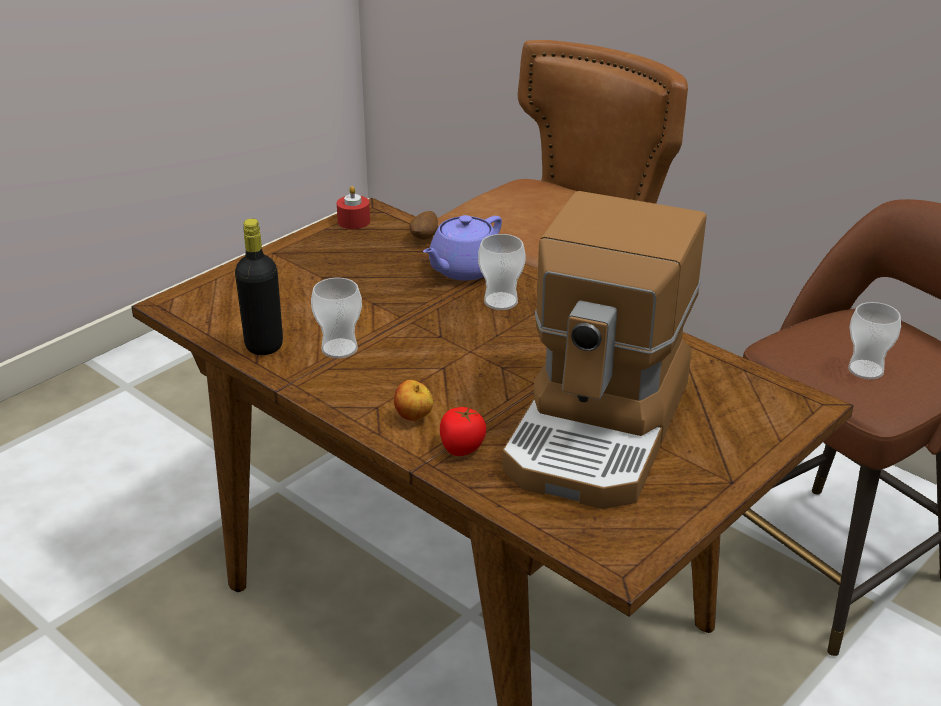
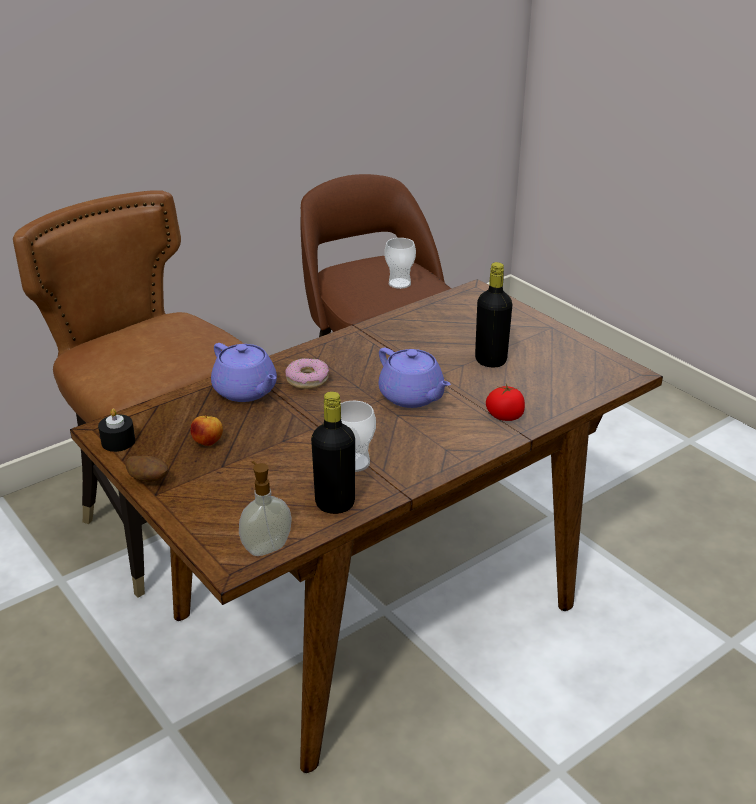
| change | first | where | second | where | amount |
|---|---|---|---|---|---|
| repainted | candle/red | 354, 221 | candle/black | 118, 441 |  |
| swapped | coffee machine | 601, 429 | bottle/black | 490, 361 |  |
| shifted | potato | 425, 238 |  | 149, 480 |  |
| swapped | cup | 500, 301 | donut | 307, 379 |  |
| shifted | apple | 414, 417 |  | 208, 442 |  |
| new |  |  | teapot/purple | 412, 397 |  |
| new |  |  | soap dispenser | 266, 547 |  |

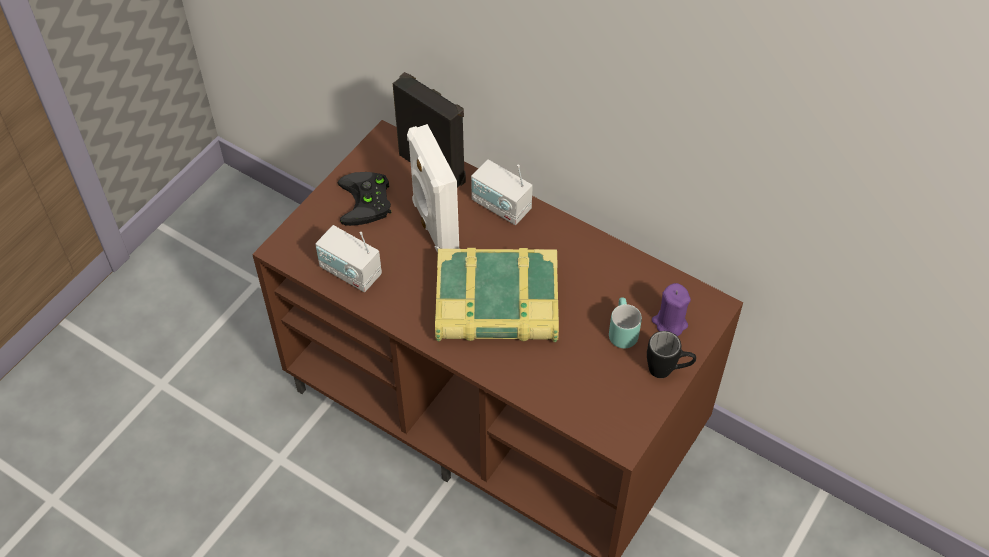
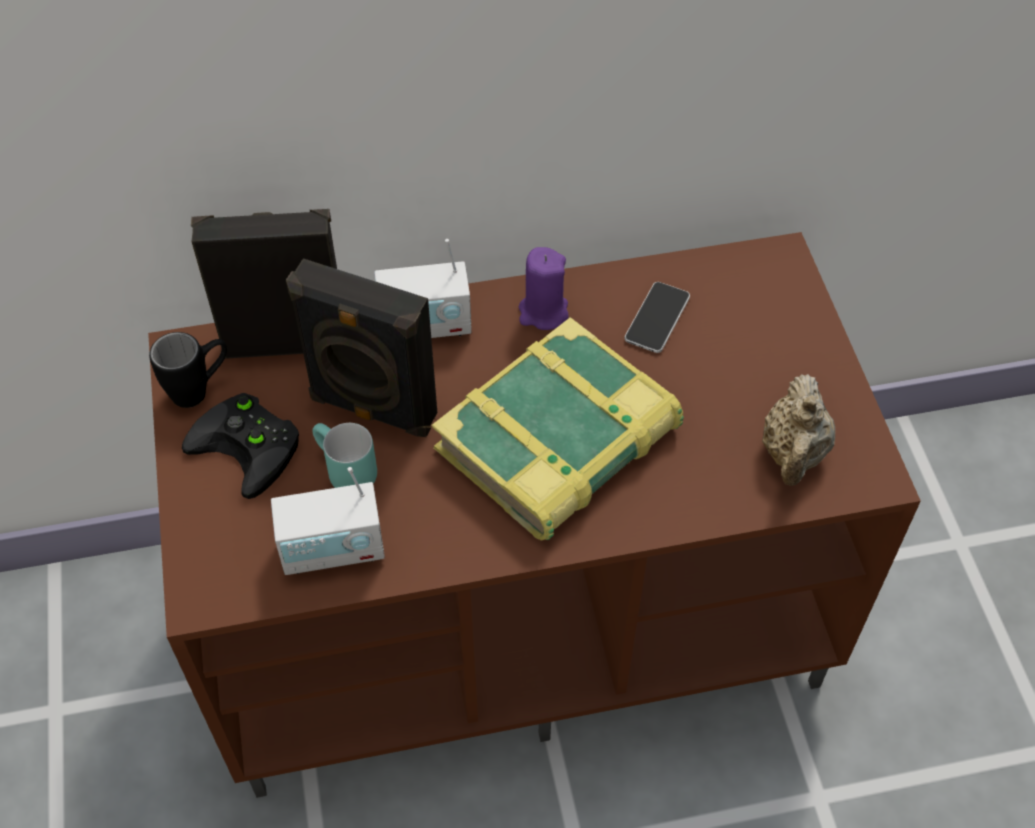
| change | first | where | second | where | amount |
|---|---|---|---|---|---|
| repainted | speaker/white | 434, 226 | speaker/black | 371, 409 |  |
| shifted | candle/purple | 669, 323 |  | 543, 312 |  |
| shifted | mug/turquoise | 620, 331 |  | 343, 472 |  |
| shifted | mug/black | 668, 370 |  | 200, 389 |  |
| new |  |  | phone | 657, 318 |  |
| new |  |  | teapot/beige | 793, 454 |  |

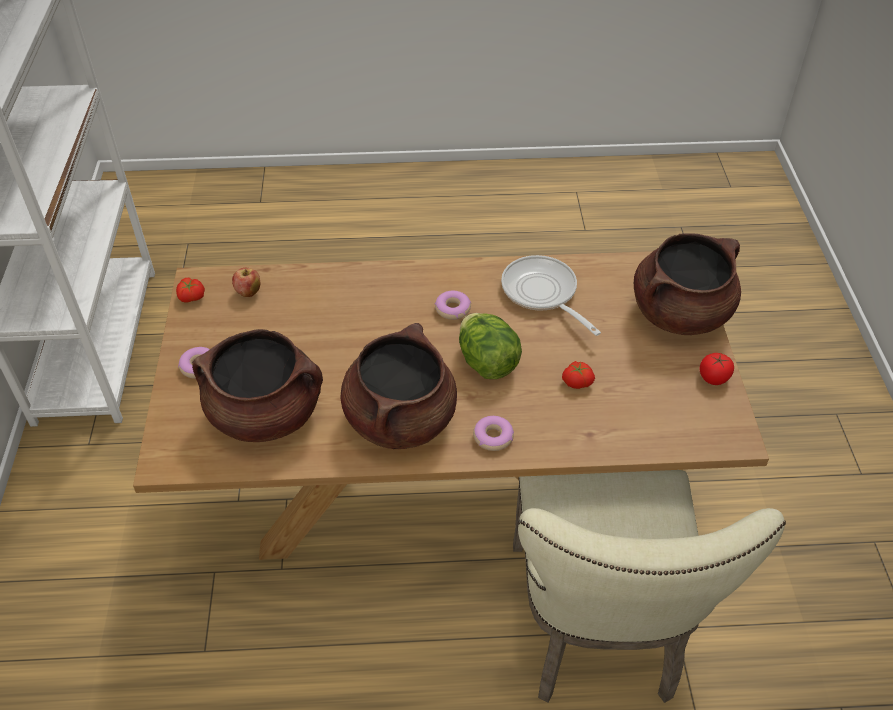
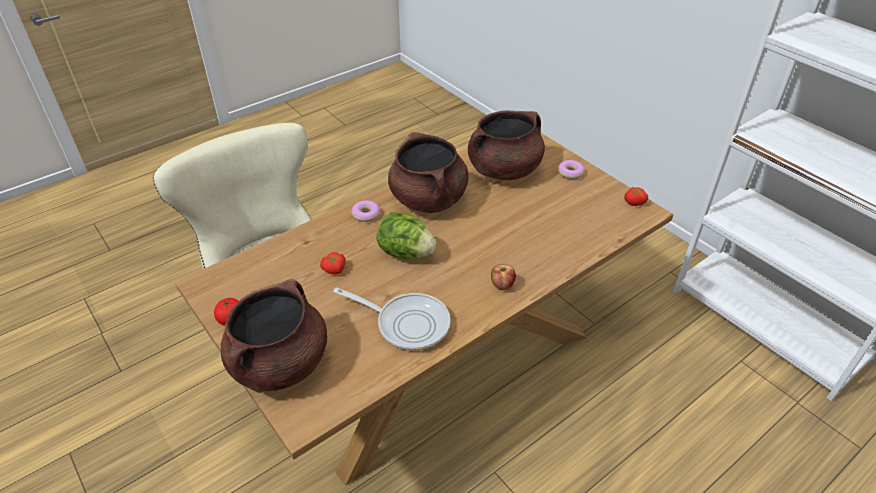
| change | first | where | second | where | amount |
|---|---|---|---|---|---|
| shifted | apple | 248, 292 |  | 502, 285 |  |
| gone | donut | 453, 309 |  |  |  |

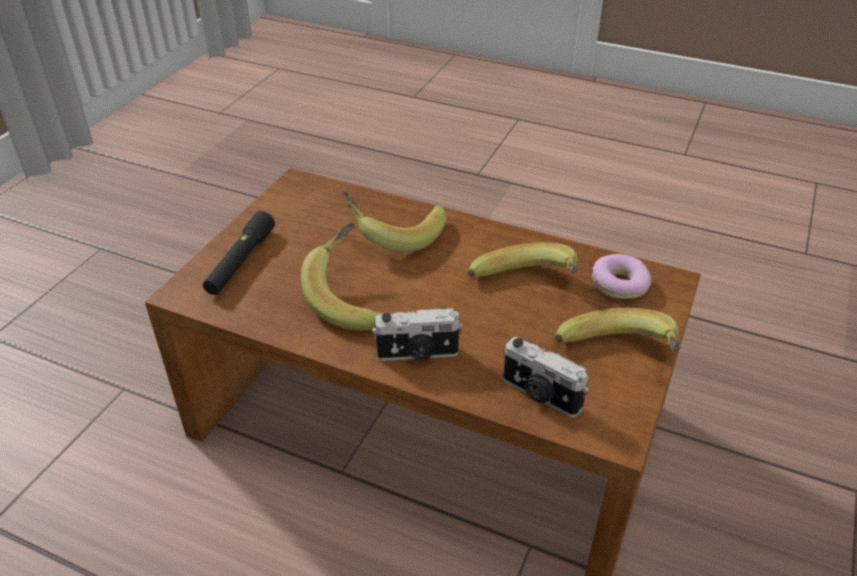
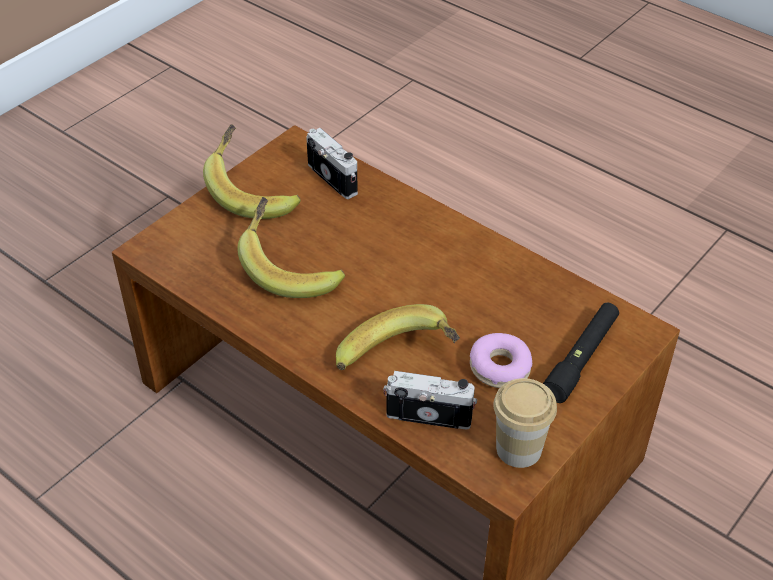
| change | first | where | second | where | amount |
|---|---|---|---|---|---|
| gone | banana | 352, 297 |  |  |  |
| shifted | donut | 619, 284 |  | 500, 367 |  |
| shifted | photo camera | 418, 354 |  | 429, 414 |  |
| new |  |  | cup | 518, 449 |  |

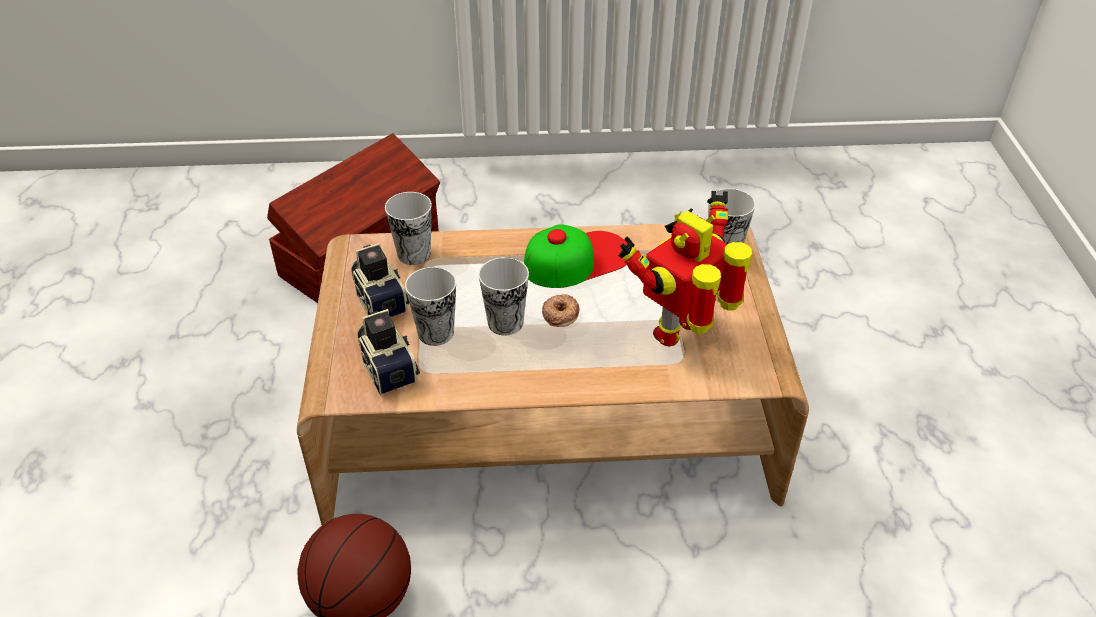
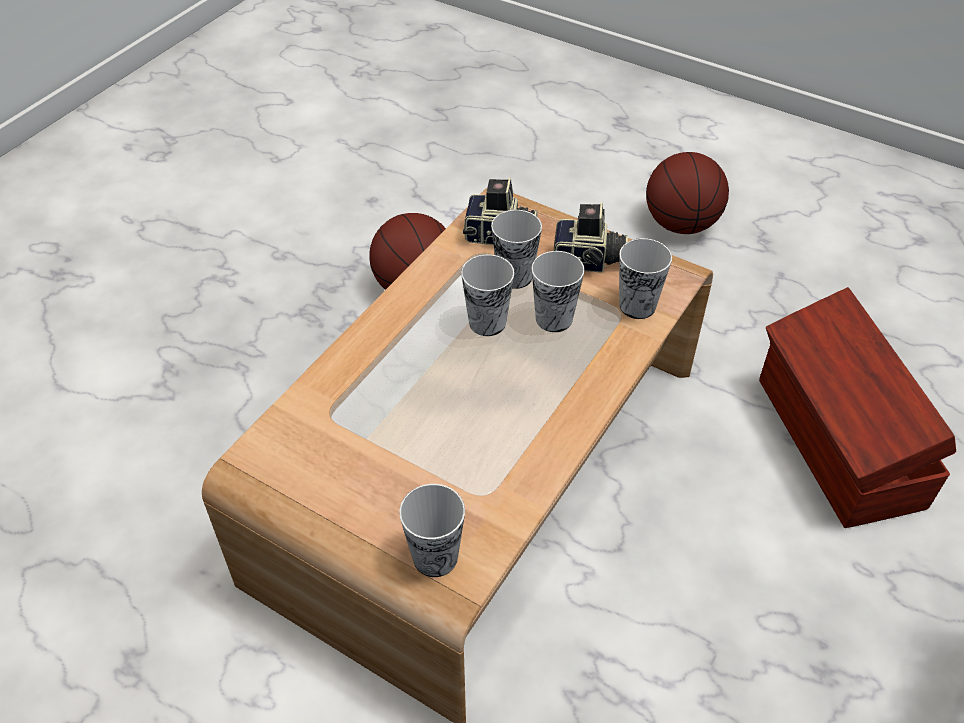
| change | first | where | second | where | amount |
|---|---|---|---|---|---|
| gone | toy robot | 682, 331 |  |  |  |
| gone | cap | 577, 259 |  |  |  |
| gone | donut | 560, 314 |  |  |  |
| new |  |  | basketball | 681, 224 |  |
| new |  |  | cup | 554, 319 |  |

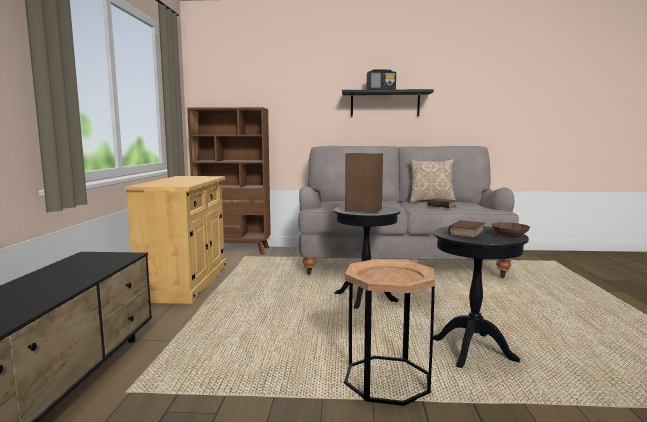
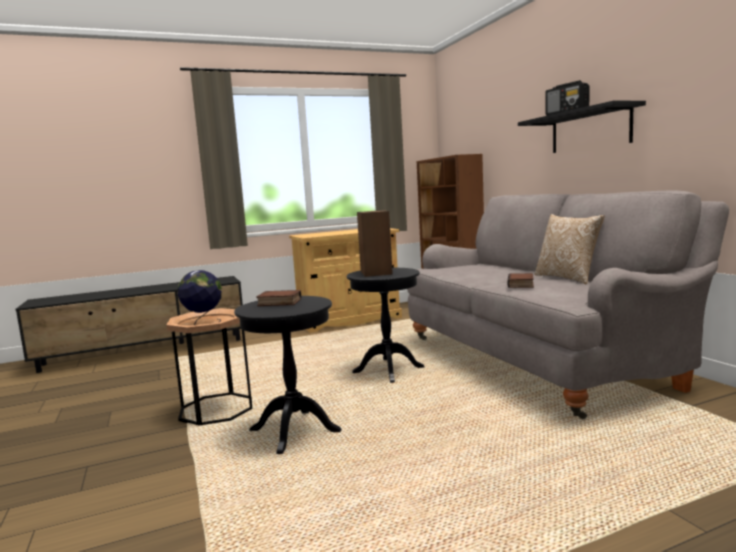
| change | first | where | second | where | amount |
|---|---|---|---|---|---|
| gone | bowl/brown | 509, 235 |  |  |  |
| new |  |  | globe | 203, 323 |  |

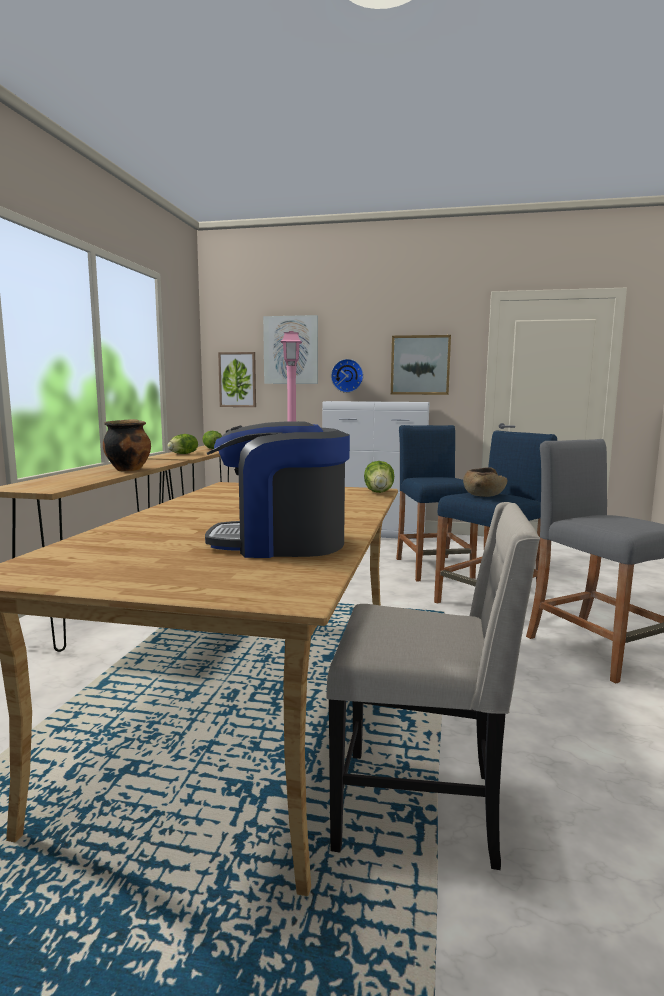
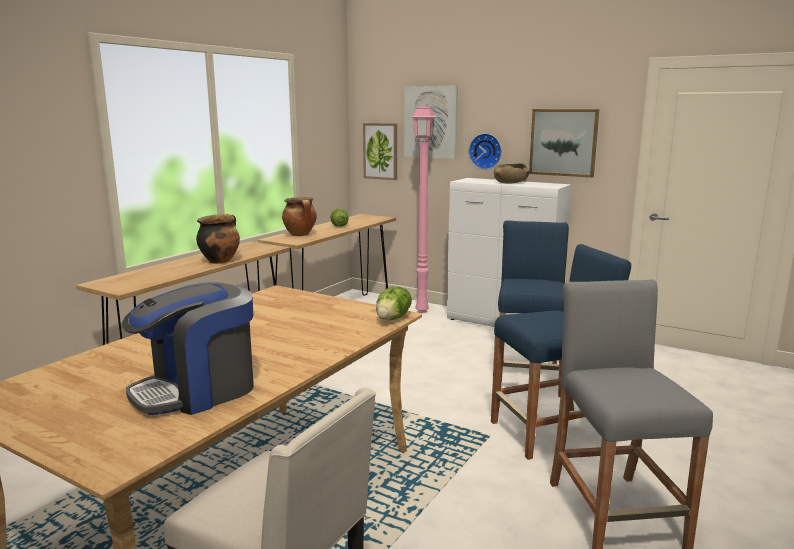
| change | first | where | second | where | amount |
|---|---|---|---|---|---|
| rotated | coffee machine | 280, 543 |  | 197, 390 | 60 degrees counterclockwise |
| swapped | lettuce | 183, 454 | cooking pot | 300, 235 |  |
| shifted | bowl/brown | 484, 494 |  | 510, 182 |  |

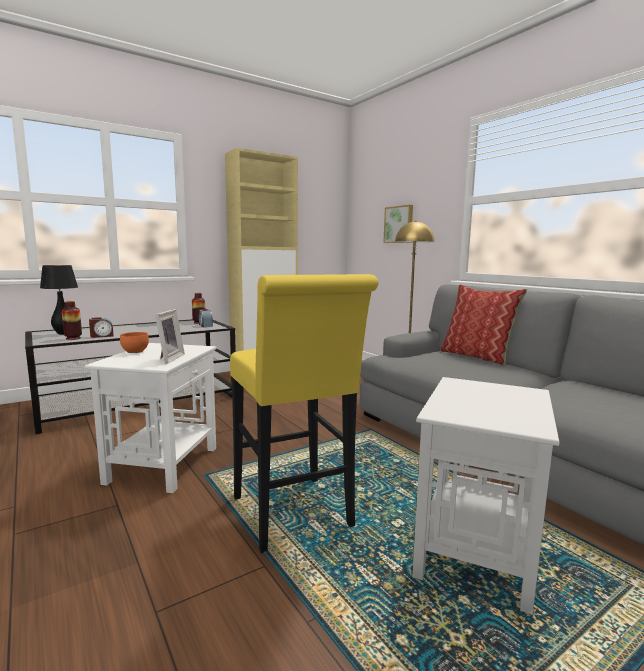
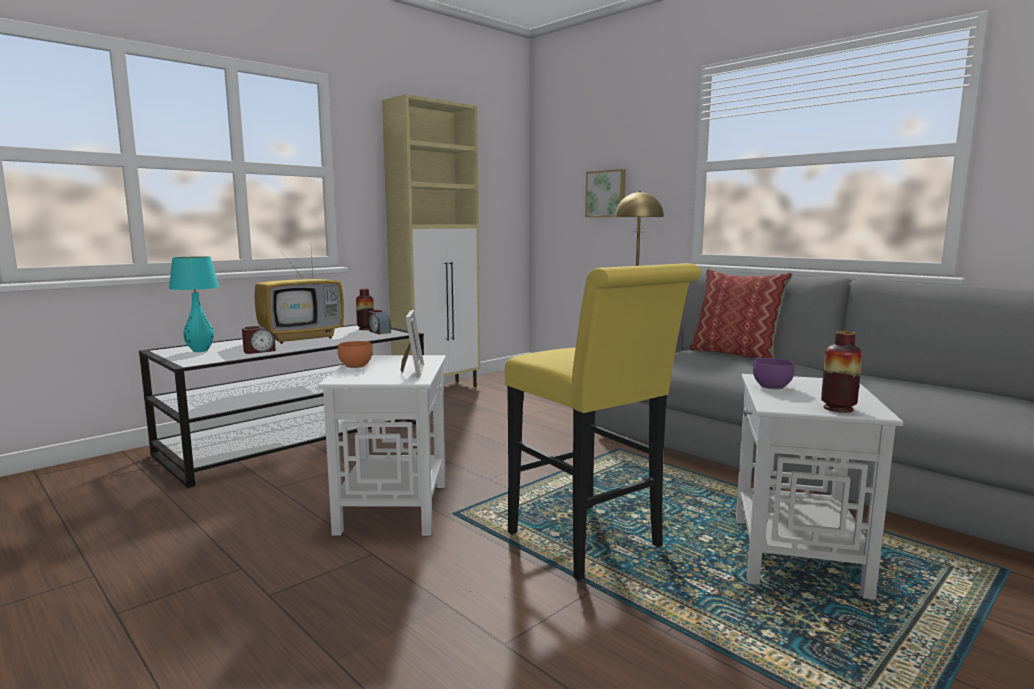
| change | first | where | second | where | amount |
|---|---|---|---|---|---|
| repainted | table lamp/black | 63, 334 | table lamp/turquoise | 200, 351 |  |
| shifted | vase | 73, 338 |  | 838, 408 |  |
| new |  |  | television | 303, 338 |  |
| new |  |  | bowl/purple | 770, 386 |  |

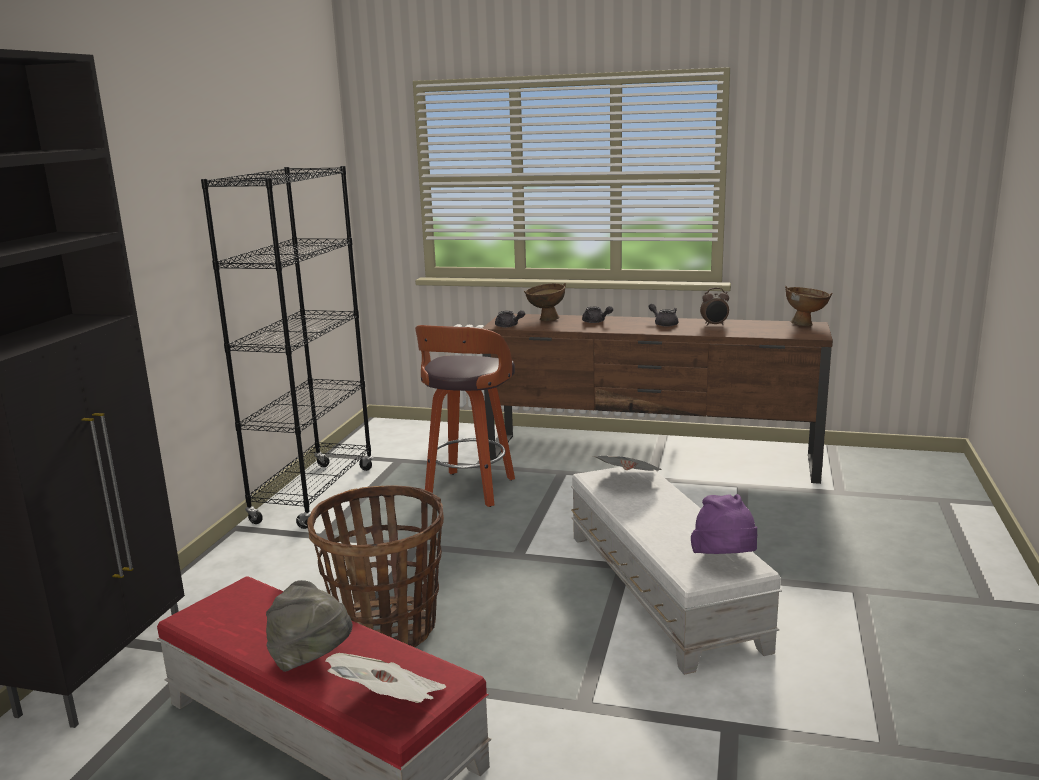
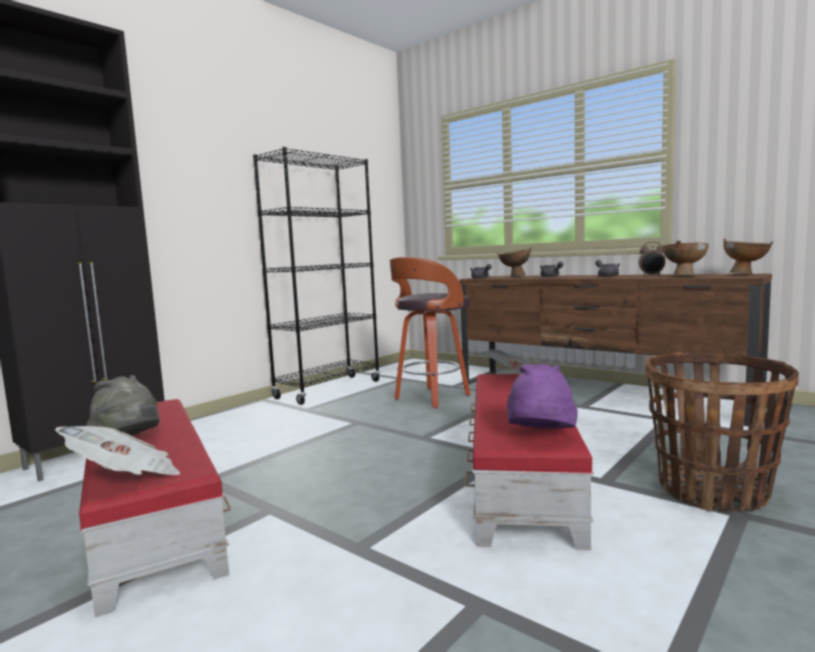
| change | first | where | second | where | amount |
|---|---|---|---|---|---|
| repainted | ottoman/white | 661, 589 | ottoman/red | 520, 478 |  |
| shifted | basket | 387, 629 |  | 713, 490 |  |
| new |  |  | bowl/brown | 684, 276 |  |

